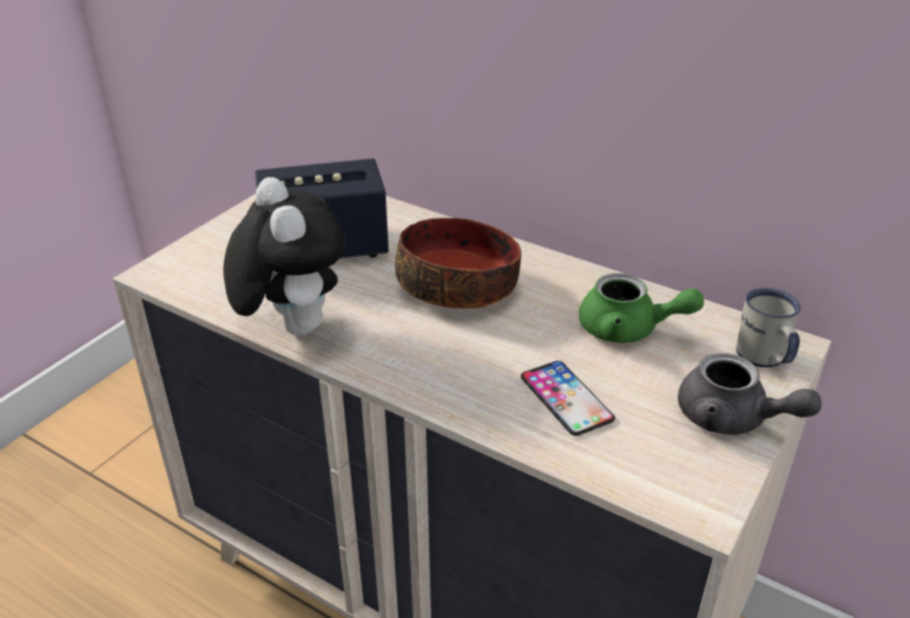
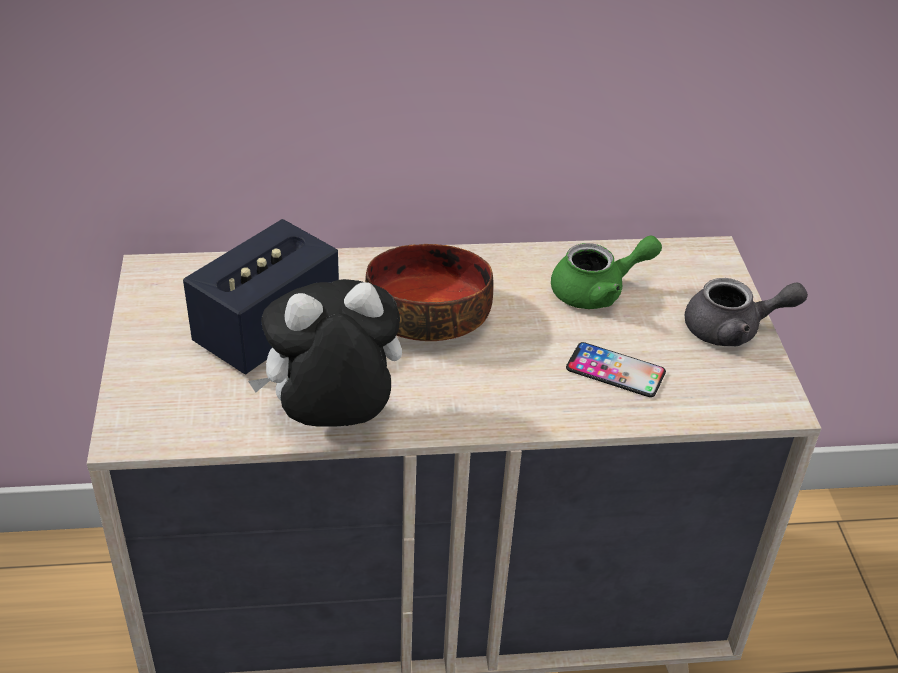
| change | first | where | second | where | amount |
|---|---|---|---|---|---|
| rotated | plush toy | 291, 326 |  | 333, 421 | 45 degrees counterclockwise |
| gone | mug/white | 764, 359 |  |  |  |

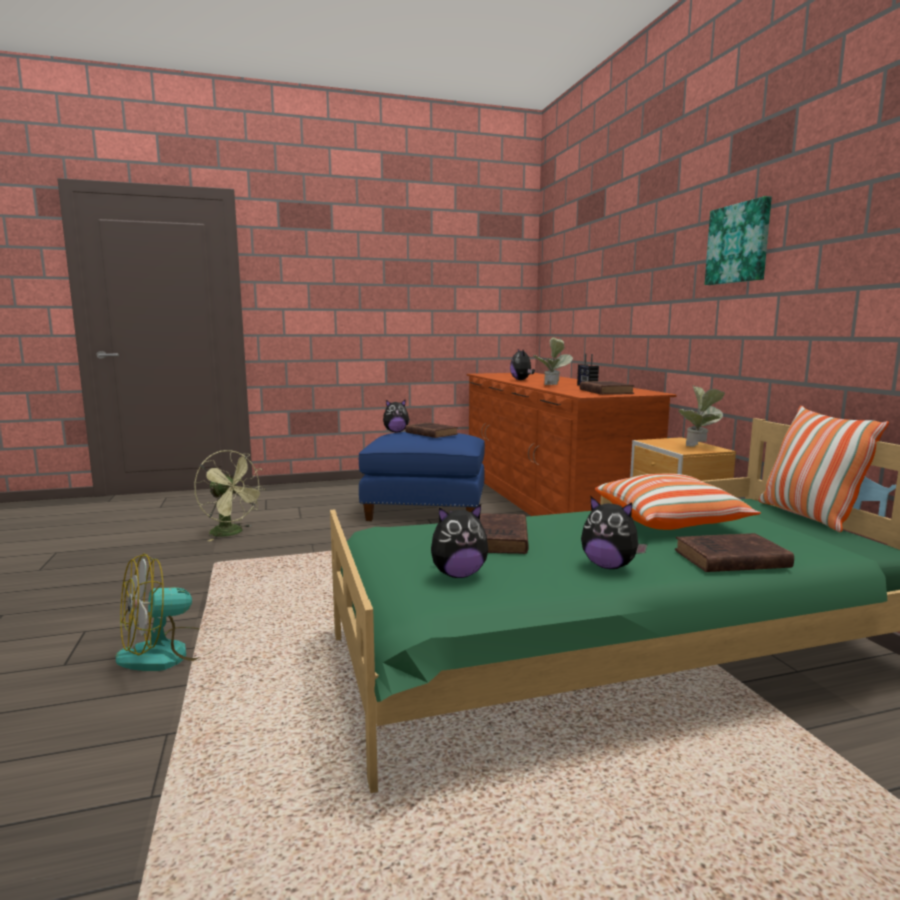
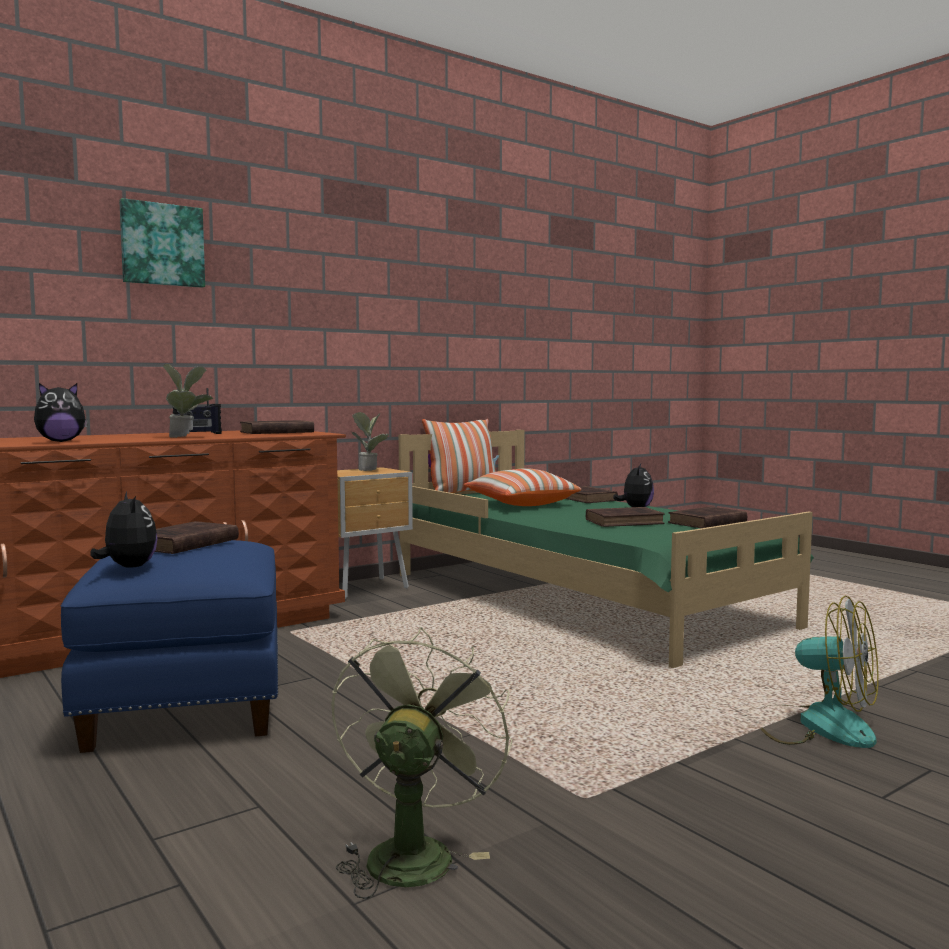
| change | first | where | second | where | amount |
|---|---|---|---|---|---|
| shifted | picture | 739, 243 |  | 162, 245 |  |
| swapped | plush toy | 458, 574 | book/brown | 706, 523 |  |

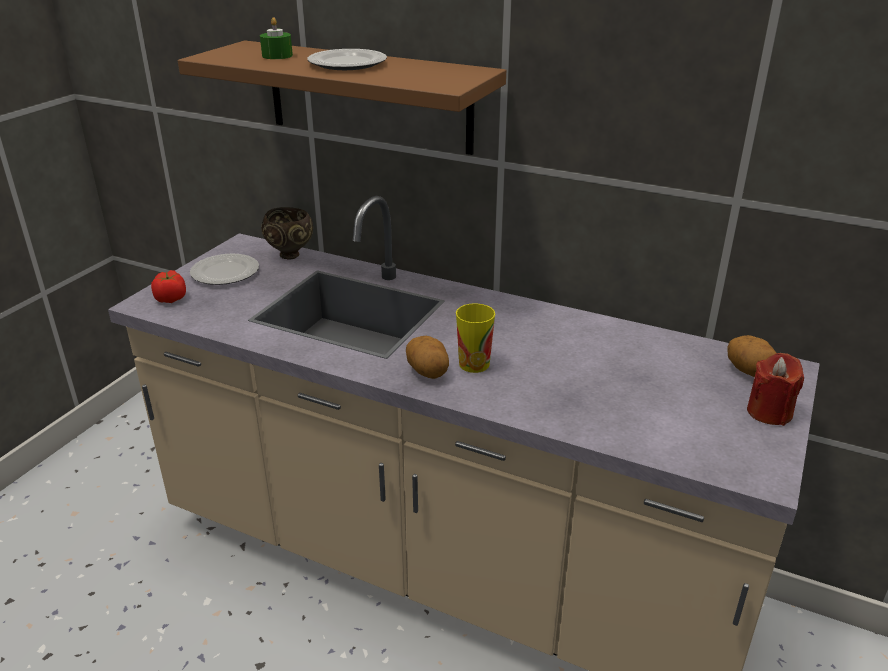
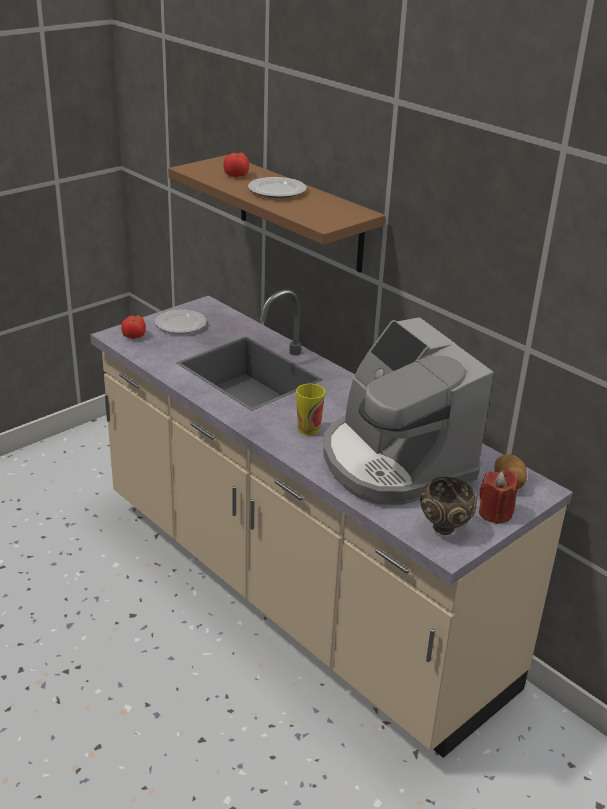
| change | first | where | second | where | amount |
|---|---|---|---|---|---|
| swapped | candle/green | 277, 55 | tomato | 236, 175 |  |
| shifted | bowl/brown | 291, 255 |  | 445, 528 |  |
| gone | potato | 428, 372 |  |  |  |
| new |  |  | coffee machine | 394, 462 |  |

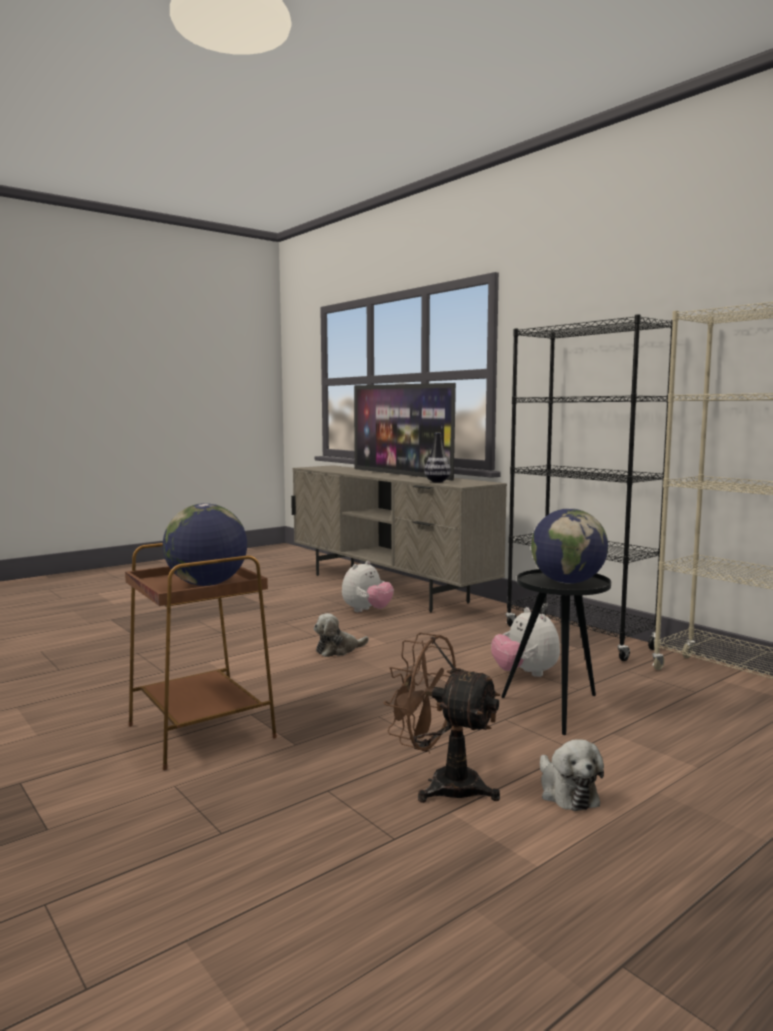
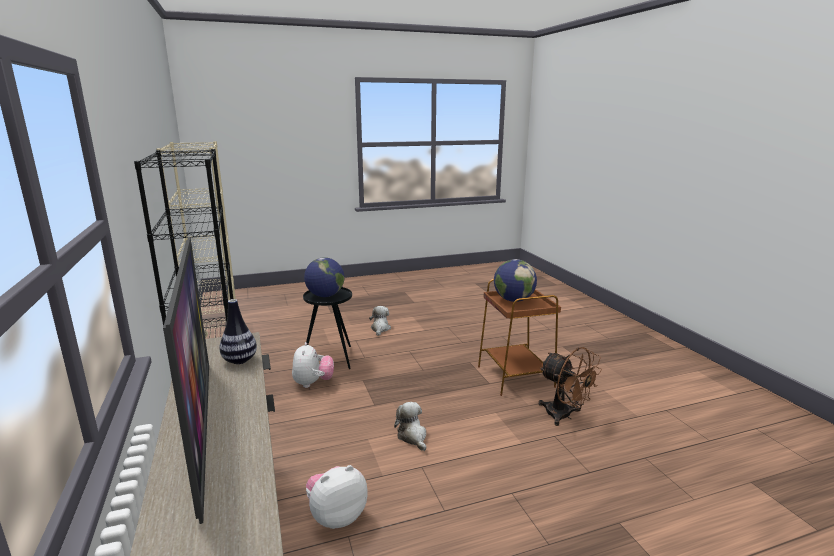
| change | first | where | second | where | amount |
|---|---|---|---|---|---|
| rotated | plush toy | 338, 650 |  | 412, 436 | 105 degrees counterclockwise |
| shifted | fan/brown | 442, 784 |  | 564, 416 |  |

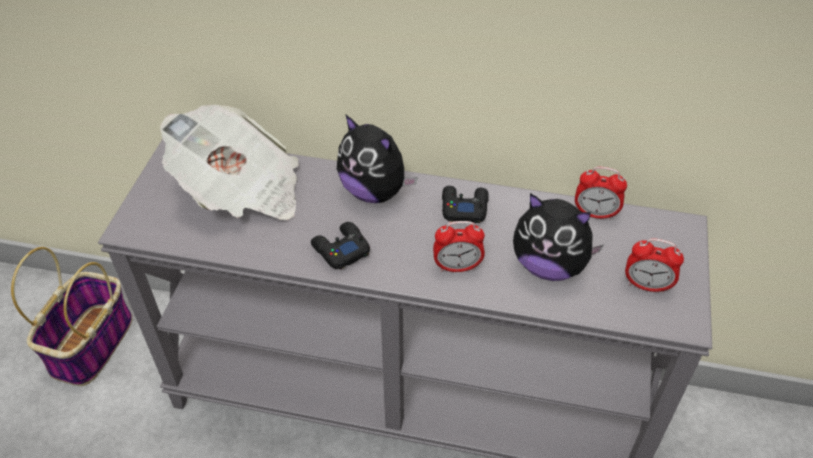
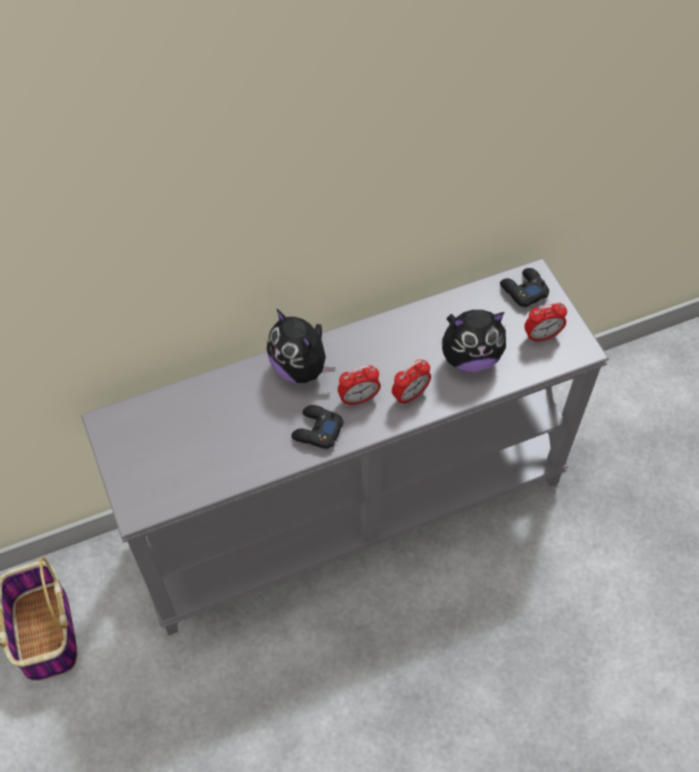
| change | first | where | second | where | amount |
|---|---|---|---|---|---|
| gone | newspaper | 241, 190 |  |  |  |
| rotated | plush toy | 375, 191 |  | 301, 368 | 45 degrees clockwise |
| shifted | alarm clock | 595, 214 |  | 358, 398 |  |
| shifted | game controller/black | 464, 208 |  | 523, 290 |  |

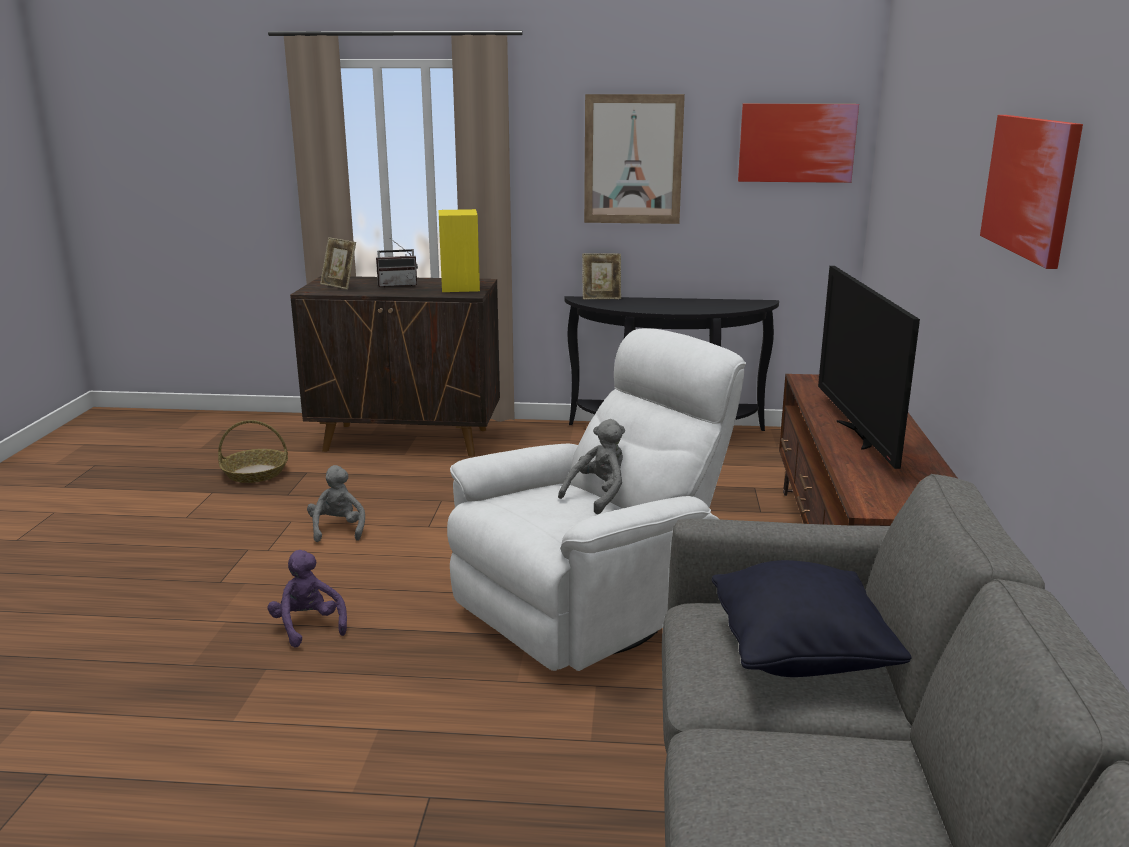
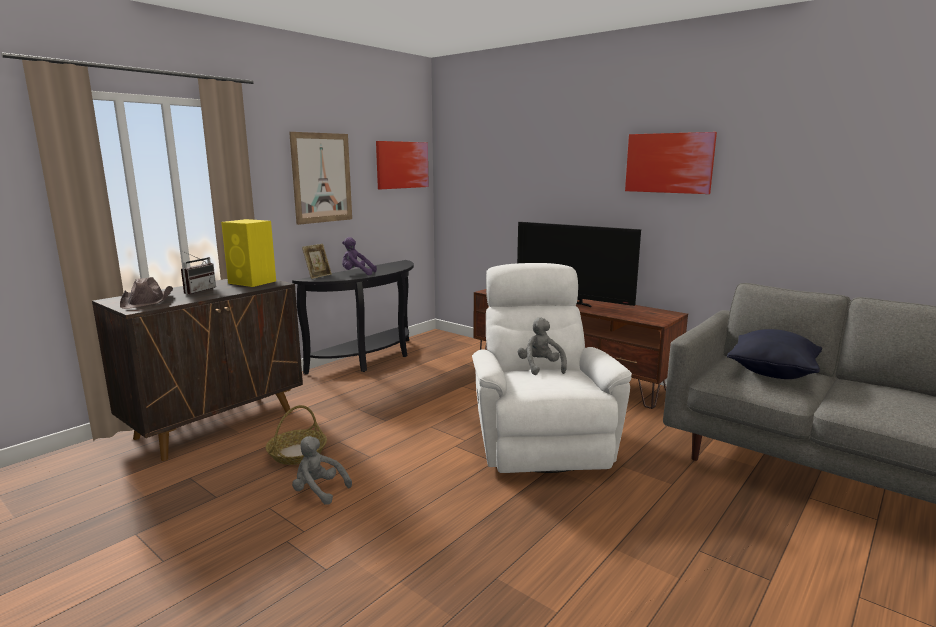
| change | first | where | second | where | amount |
|---|---|---|---|---|---|
| swapped | picture frame | 339, 286 | hat/brown | 147, 301 |  |
| shifted | basket | 255, 473 |  | 297, 453 |  |
| shifted | plush toy/purple | 308, 626 |  | 357, 274 |  |

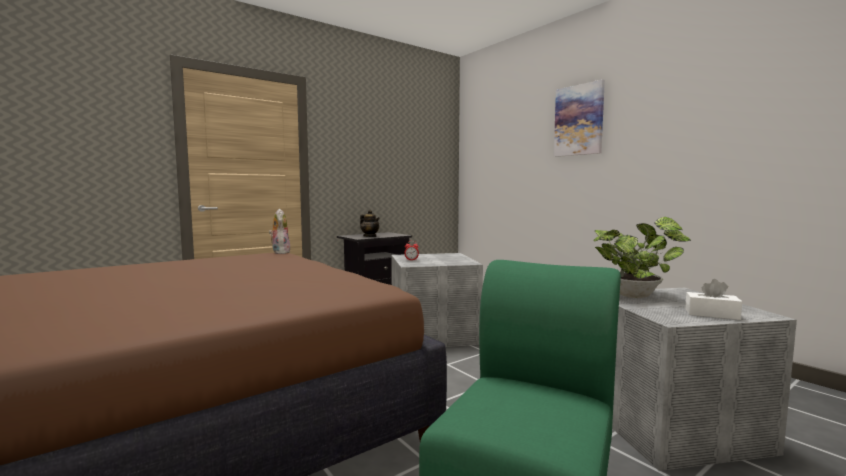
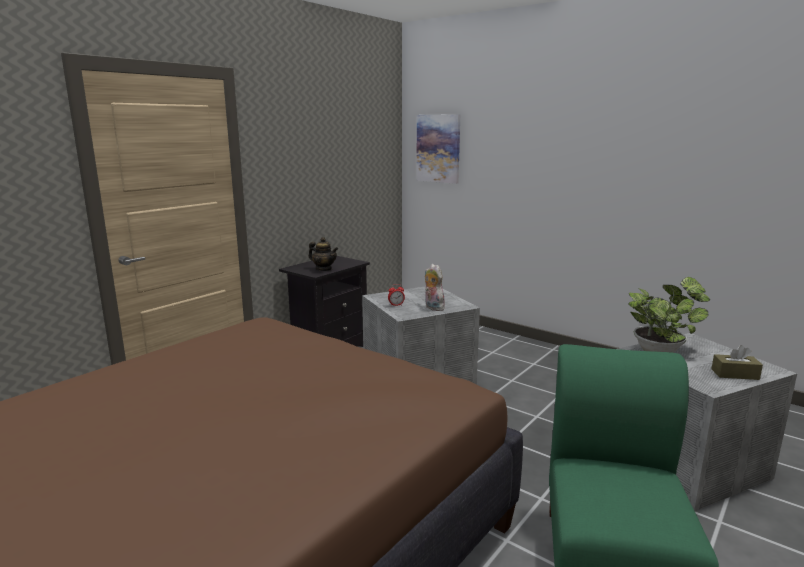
| change | first | where | second | where | amount |
|---|---|---|---|---|---|
| shifted | picture | 579, 120 |  | 438, 148 |  |
| shifted | plush toy | 280, 252 |  | 432, 308 |  |
| repainted | tissue box/white | 711, 314 | tissue box/brown | 735, 374 |  |

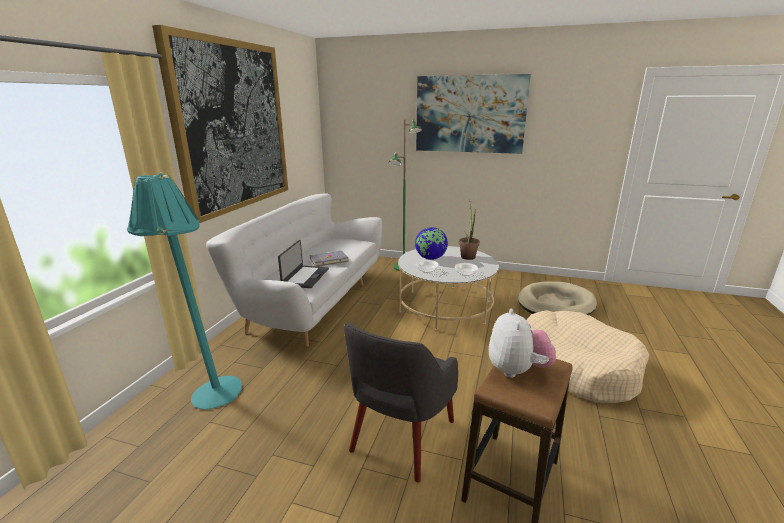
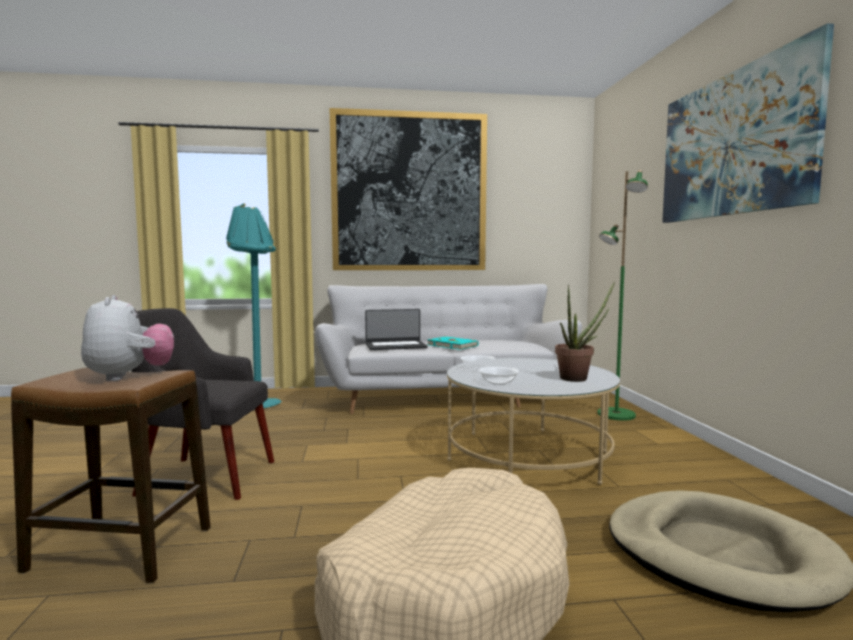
| change | first | where | second | where | amount |
|---|---|---|---|---|---|
| gone | globe | 430, 258 |  |  |  |
| repainted | book/grey | 328, 260 | book/turquoise | 452, 345 |  |
| rotated | plush toy | 517, 370 |  | 129, 376 | 90 degrees counterclockwise |

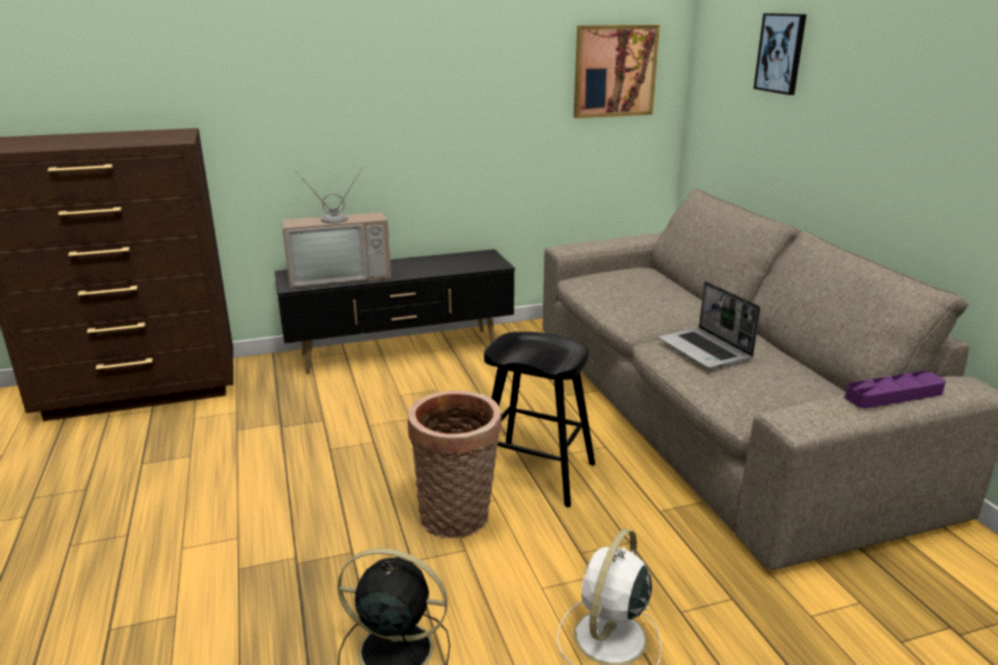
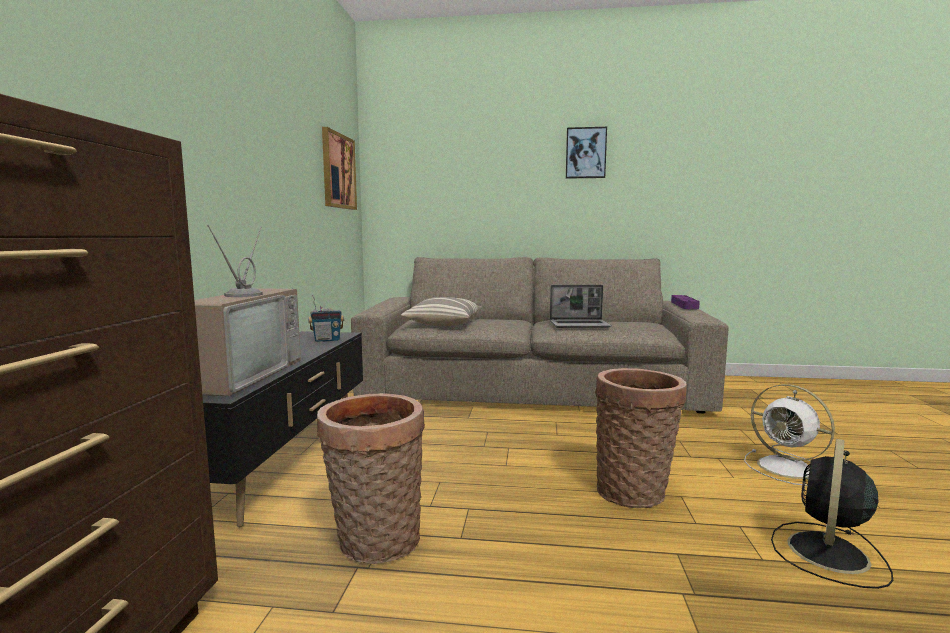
| change | first | where | second | where | amount |
|---|---|---|---|---|---|
| shifted | picture | 781, 53 |  | 585, 153 |  |
| gone | stool/black | 535, 473 |  |  |  |
| new |  |  | radio | 327, 340 |  |
| new |  |  | pillow | 443, 323 |  |
| new |  |  | basket | 375, 544 |  |

